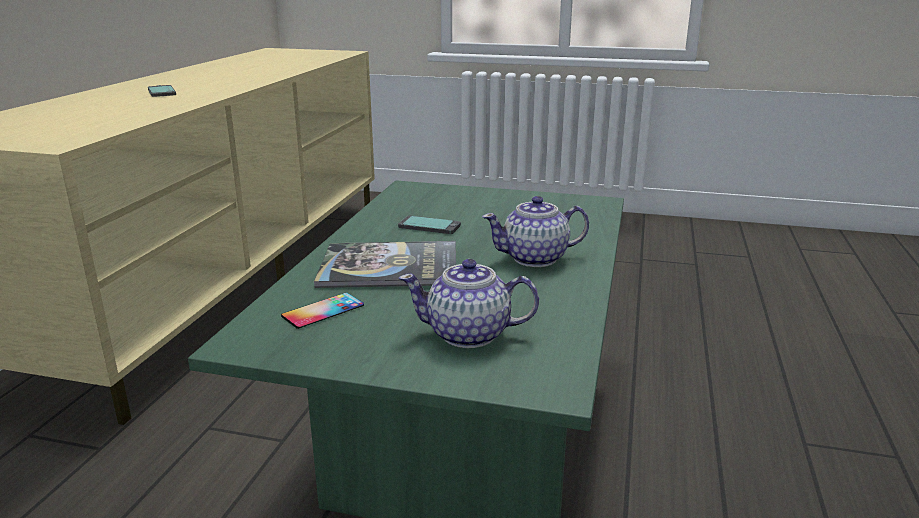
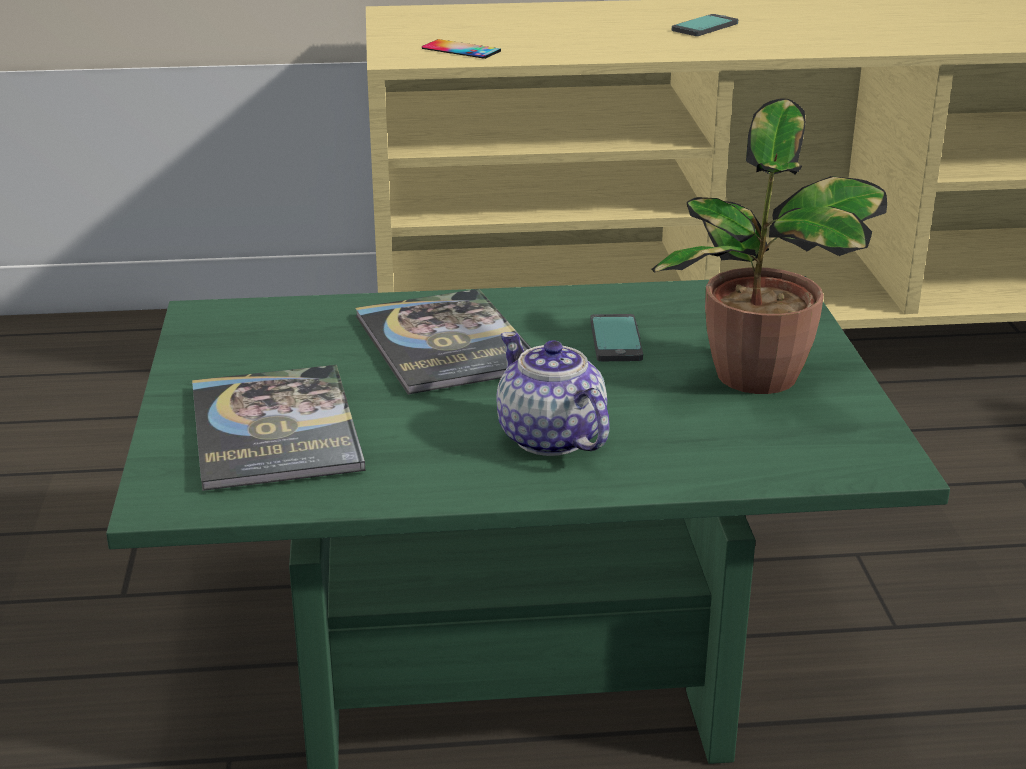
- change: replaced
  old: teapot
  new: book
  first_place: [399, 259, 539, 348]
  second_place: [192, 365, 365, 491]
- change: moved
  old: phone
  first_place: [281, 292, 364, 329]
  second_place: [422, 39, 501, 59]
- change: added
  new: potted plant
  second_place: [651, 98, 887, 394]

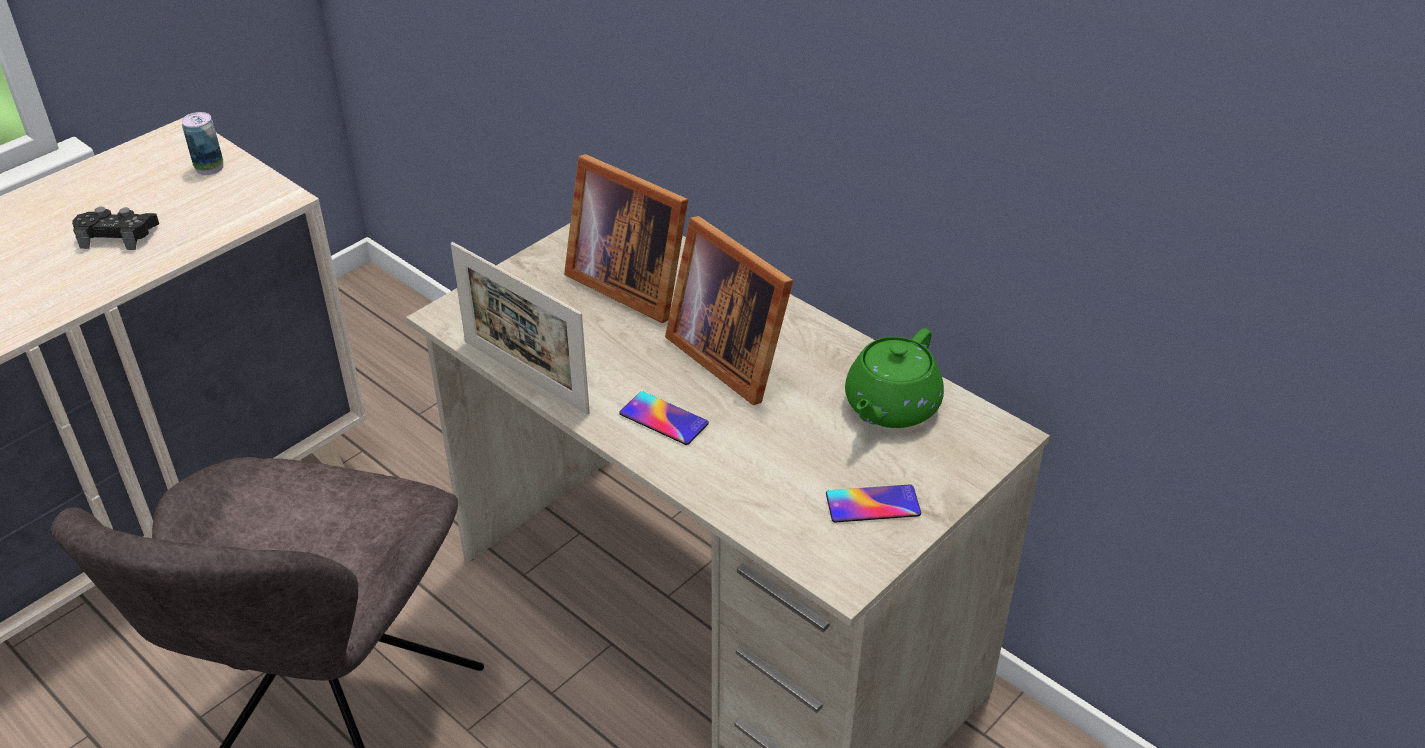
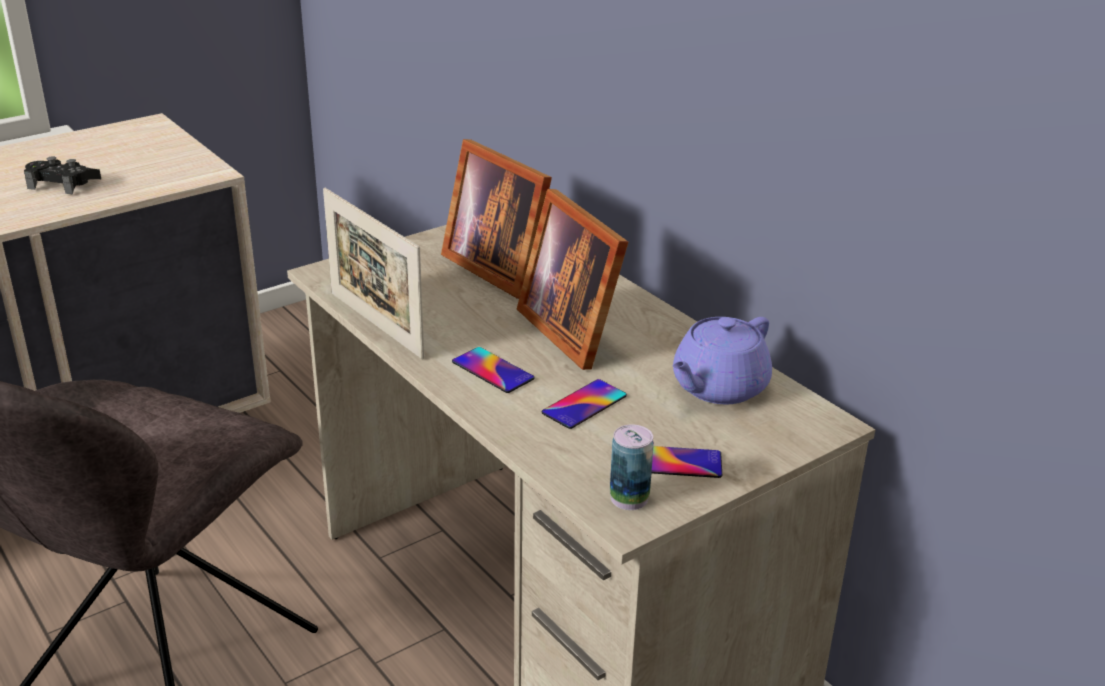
- change: moved
  old: can
  first_place: [182, 112, 224, 175]
  second_place: [610, 424, 654, 510]
- change: recoloured
  old: teapot/green
  new: teapot/purple
  first_place: [845, 328, 944, 428]
  second_place: [673, 317, 772, 404]
- change: added
  new: phone
  second_place: [542, 379, 627, 429]

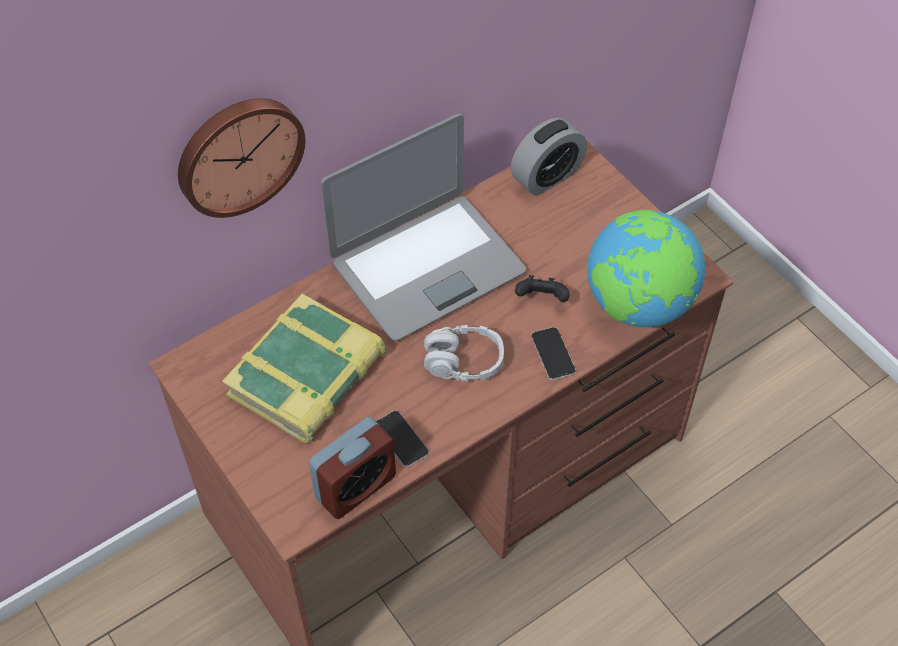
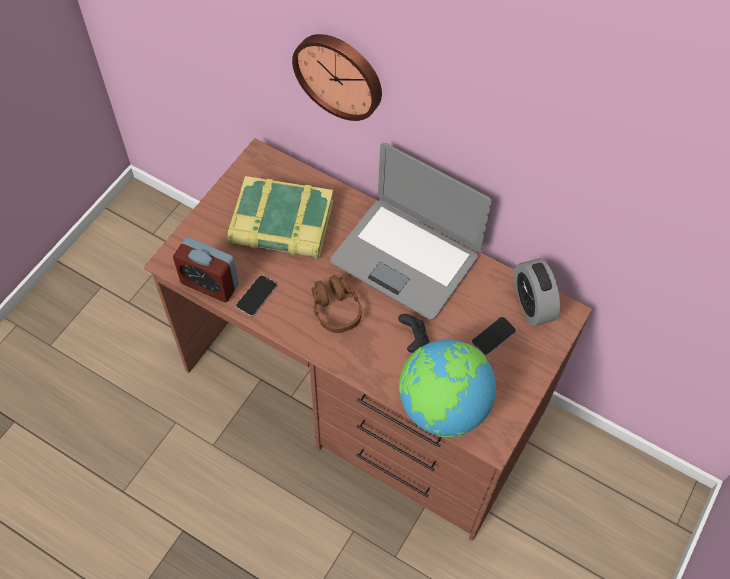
- change: turned
  old: alarm clock
  first_place: [511, 117, 587, 196]
  second_place: [514, 259, 560, 326]
  degrees: 45
- change: recoloured
  old: headphones/grey
  new: headphones/brown
  first_place: [424, 325, 504, 381]
  second_place: [312, 275, 362, 333]
- change: moved
  old: phone
  first_place: [531, 327, 576, 380]
  second_place: [471, 317, 516, 356]

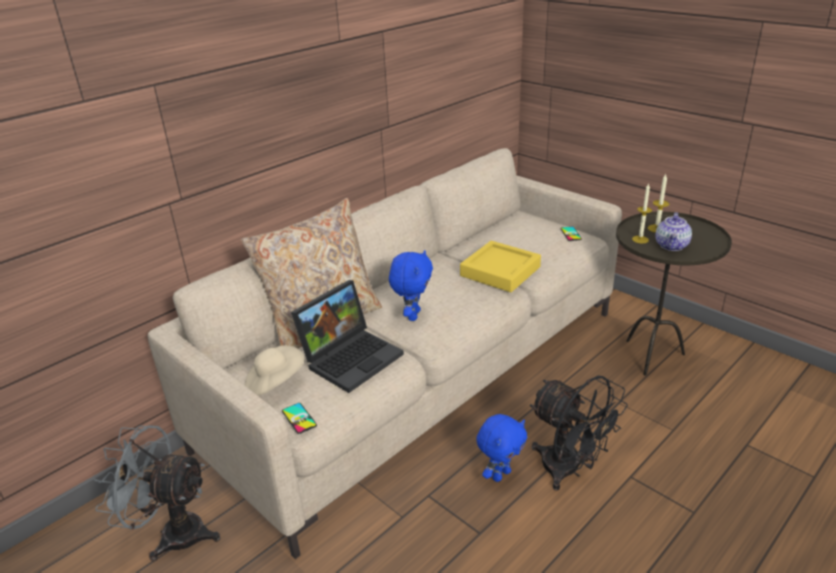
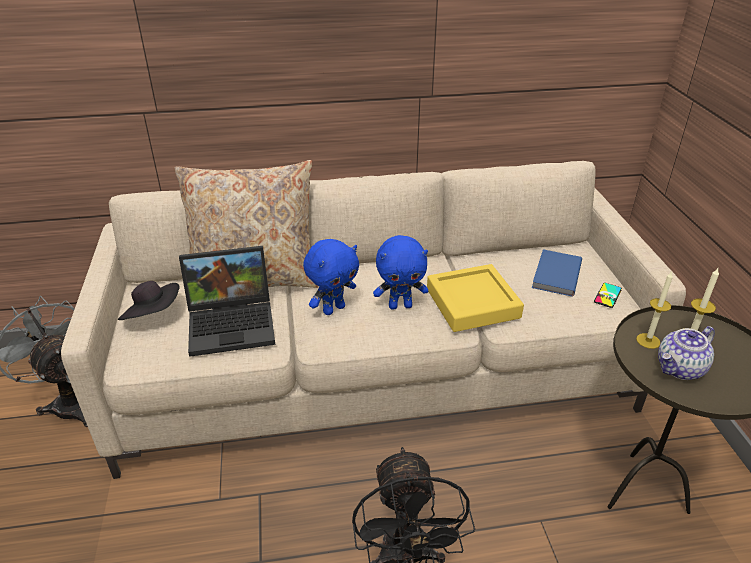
- change: recoloured
  old: hat/beige
  new: hat/black
  first_place: [245, 345, 304, 396]
  second_place: [118, 281, 180, 320]
- change: removed
  old: phone
  first_place: [282, 403, 317, 434]
- change: moved
  old: plush toy/blue
  first_place: [476, 414, 527, 482]
  second_place: [373, 235, 428, 310]
- change: added
  new: book/blue
  second_place: [532, 249, 582, 296]

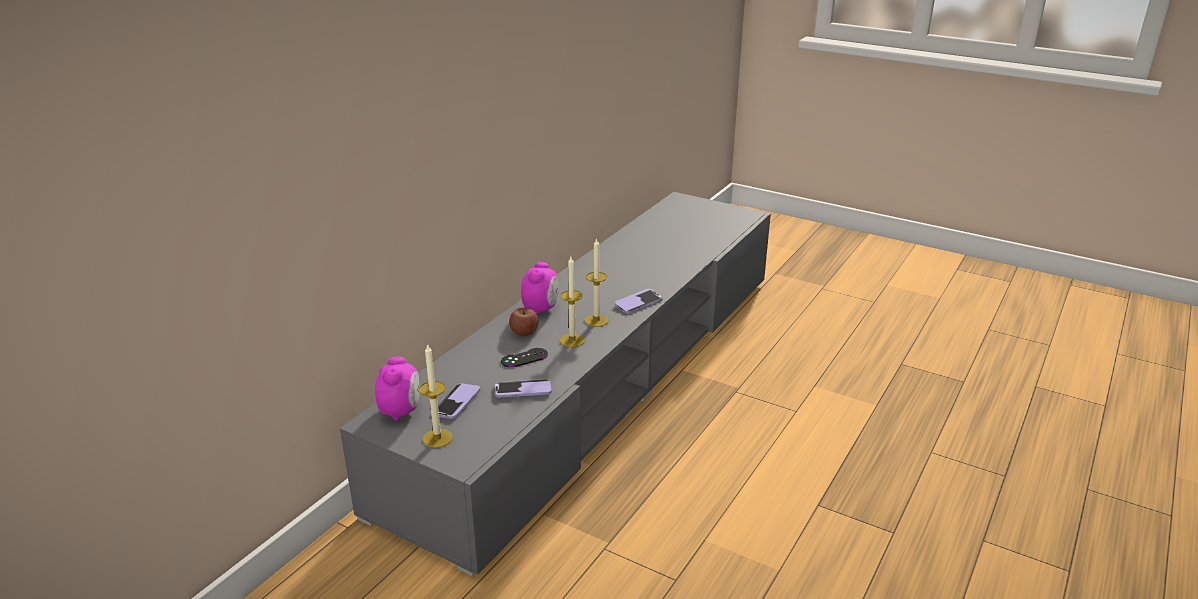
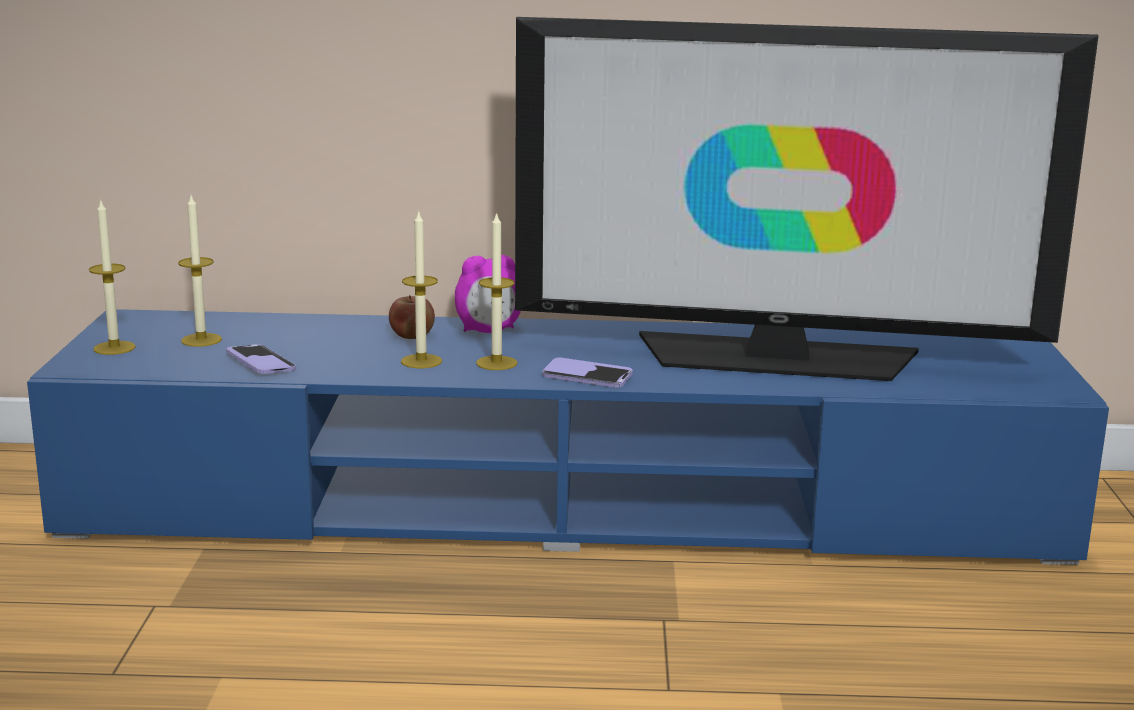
- change: recoloured
  old: tv stand/grey
  new: tv stand/blue
  first_place: [340, 192, 771, 576]
  second_place: [27, 309, 1109, 565]
- change: removed
  old: game controller/black
  first_place: [501, 348, 548, 368]
- change: removed
  old: alarm clock
  first_place: [375, 356, 420, 422]
- change: replaced
  old: phone
  new: candle
  first_place: [438, 383, 481, 419]
  second_place: [178, 195, 222, 347]
- change: added
  new: television
  second_place: [515, 17, 1099, 381]

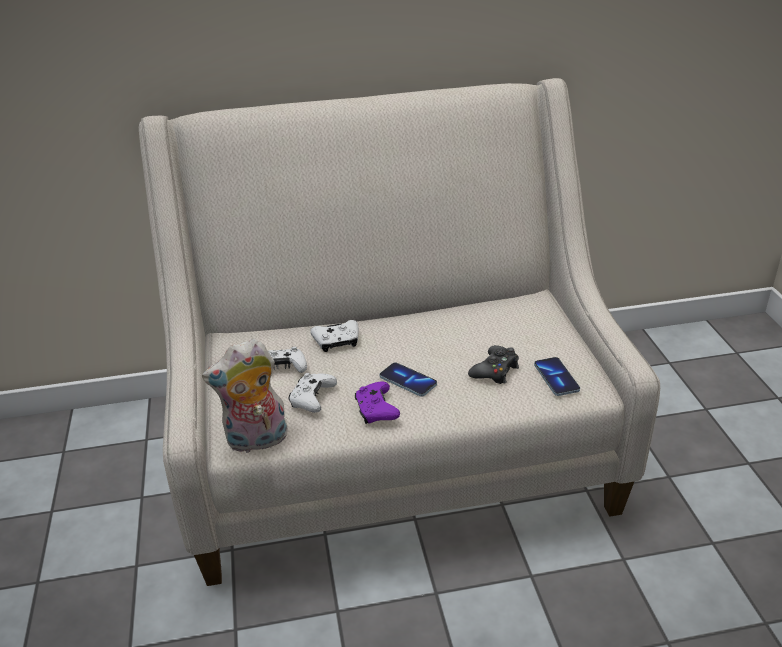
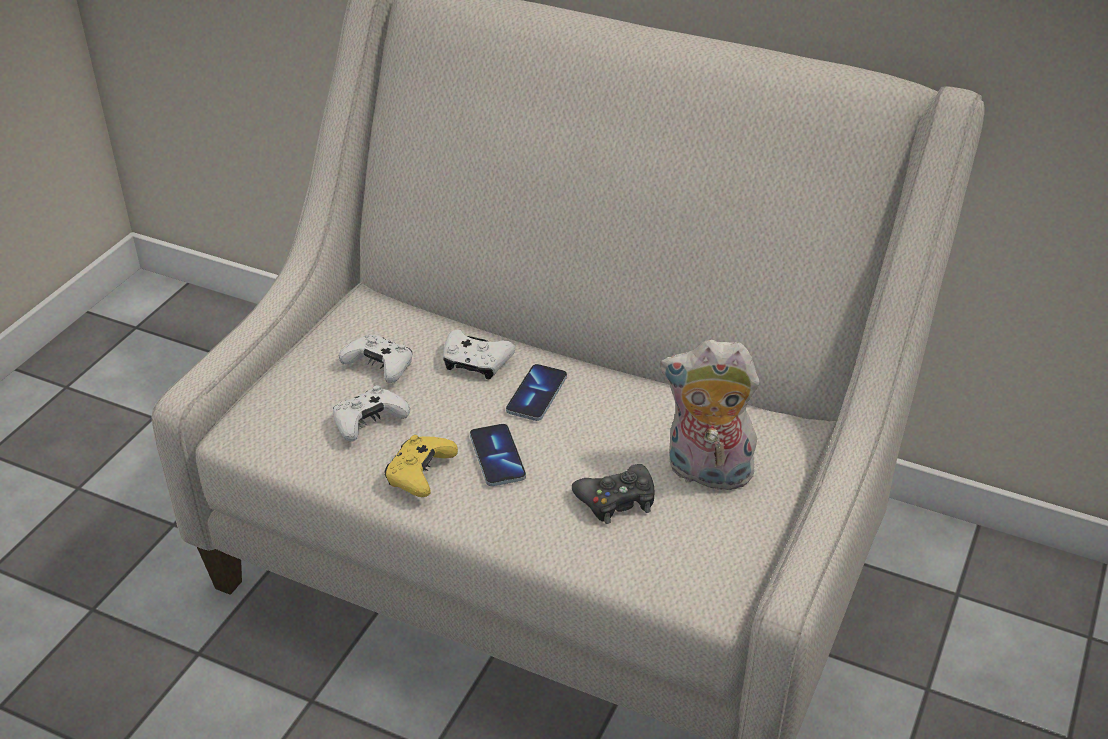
- change: moved
  old: plush toy
  first_place: [202, 338, 288, 453]
  second_place: [660, 340, 759, 495]
- change: moved
  old: phone
  first_place: [534, 357, 580, 396]
  second_place: [506, 364, 567, 421]
- change: recoloured
  old: game controller/purple
  new: game controller/yellow
  first_place: [355, 381, 400, 424]
  second_place: [384, 435, 458, 497]

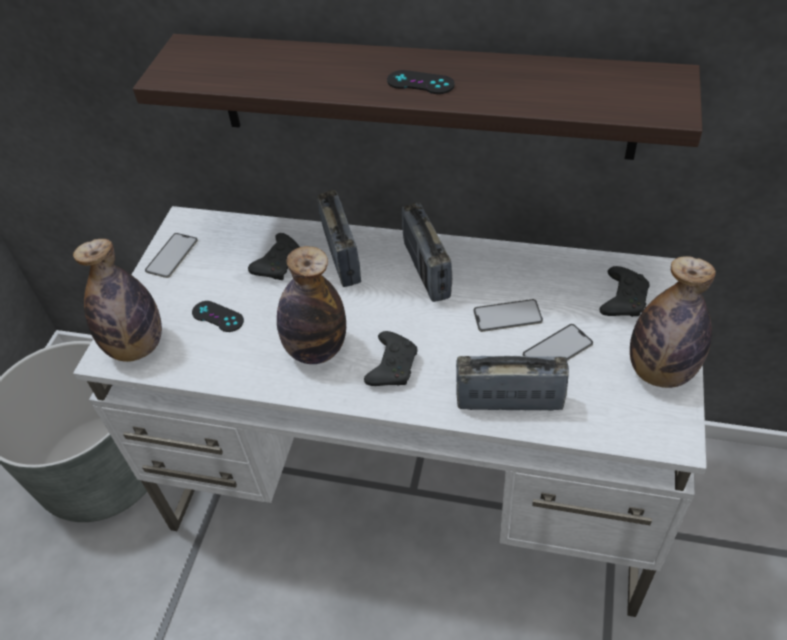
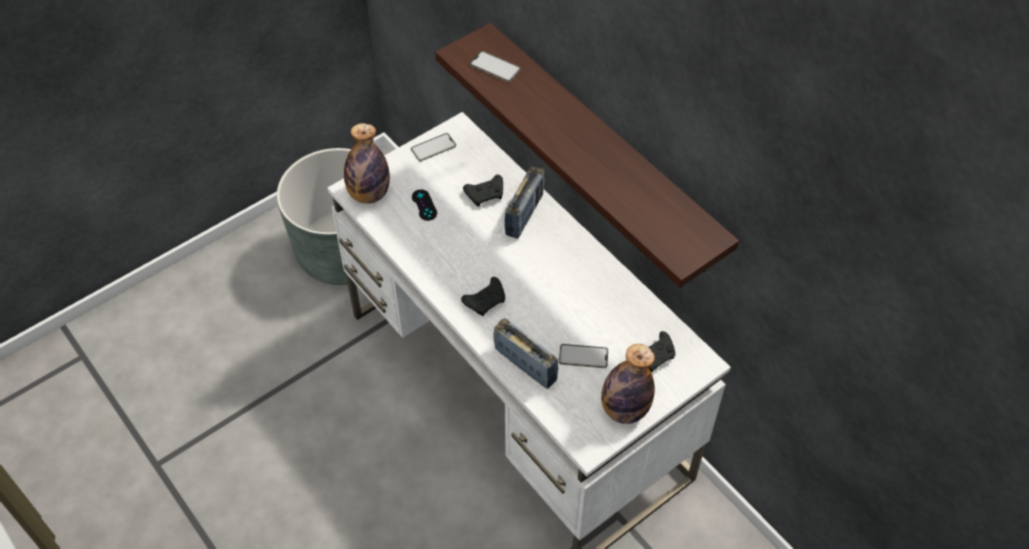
- change: removed
  old: game controller/black
  first_place: [387, 70, 455, 94]
- change: removed
  old: radio
  first_place: [402, 203, 452, 302]
- change: removed
  old: bottle
  first_place: [277, 246, 346, 364]
- change: moved
  old: phone
  first_place: [474, 299, 543, 332]
  second_place: [470, 51, 521, 82]

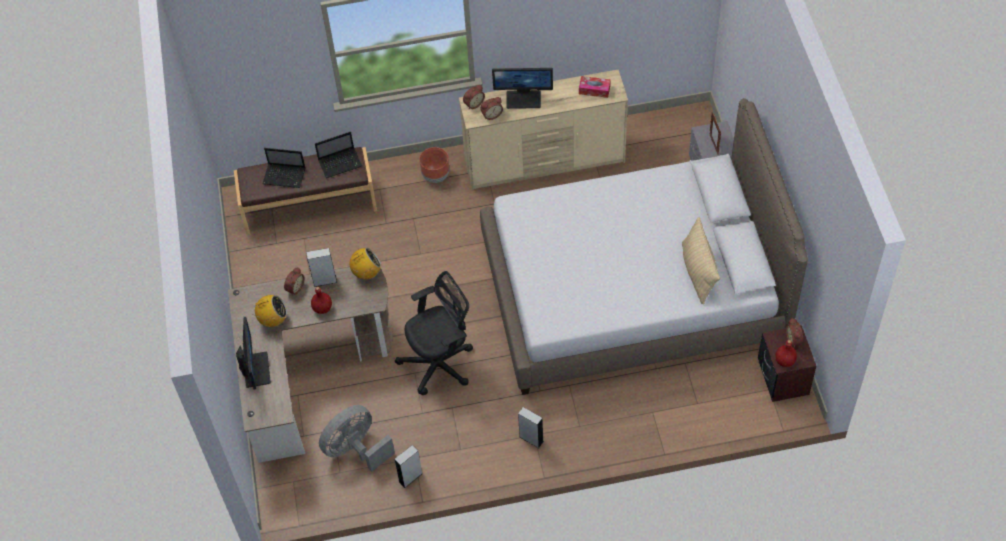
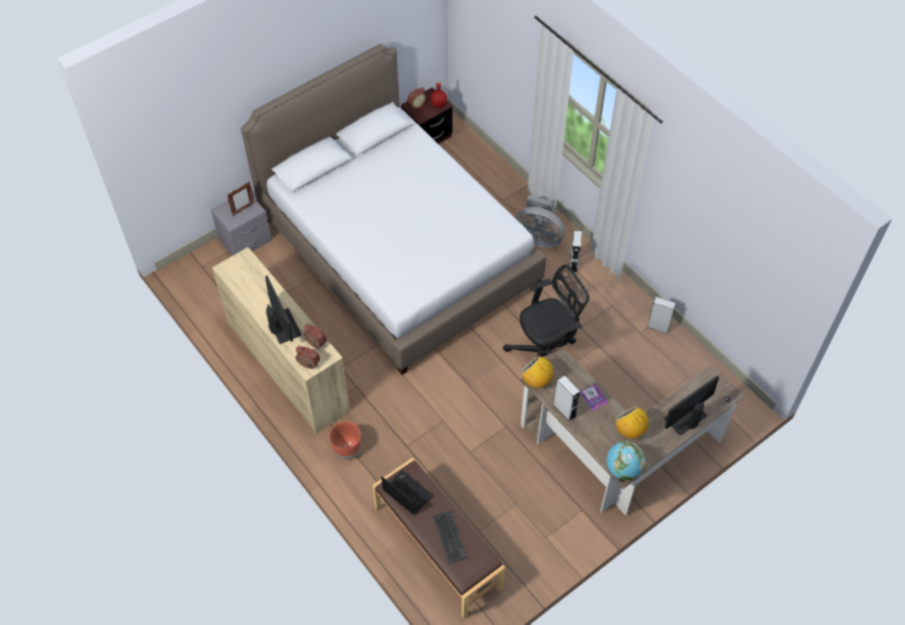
- change: removed
  old: tissue box
  first_place: [579, 76, 611, 98]
- change: replaced
  old: laptop
  new: keyboard
  first_place: [262, 148, 305, 188]
  second_place: [432, 510, 467, 564]
- change: removed
  old: pillow/beige
  first_place: [682, 217, 720, 304]
- change: removed
  old: alarm clock
  first_place: [284, 267, 304, 296]
- change: turned
  old: office chair/black
  first_place: [395, 271, 473, 395]
  second_place: [503, 264, 589, 357]
  degrees: 120
- change: replaced
  old: bottle/red
  new: book
  first_place: [311, 287, 332, 314]
  second_place: [580, 384, 608, 411]
- change: moved
  old: fan/grey
  first_place: [319, 405, 395, 472]
  second_place: [515, 195, 565, 248]
- change: added
  new: globe
  second_place: [606, 441, 645, 480]

